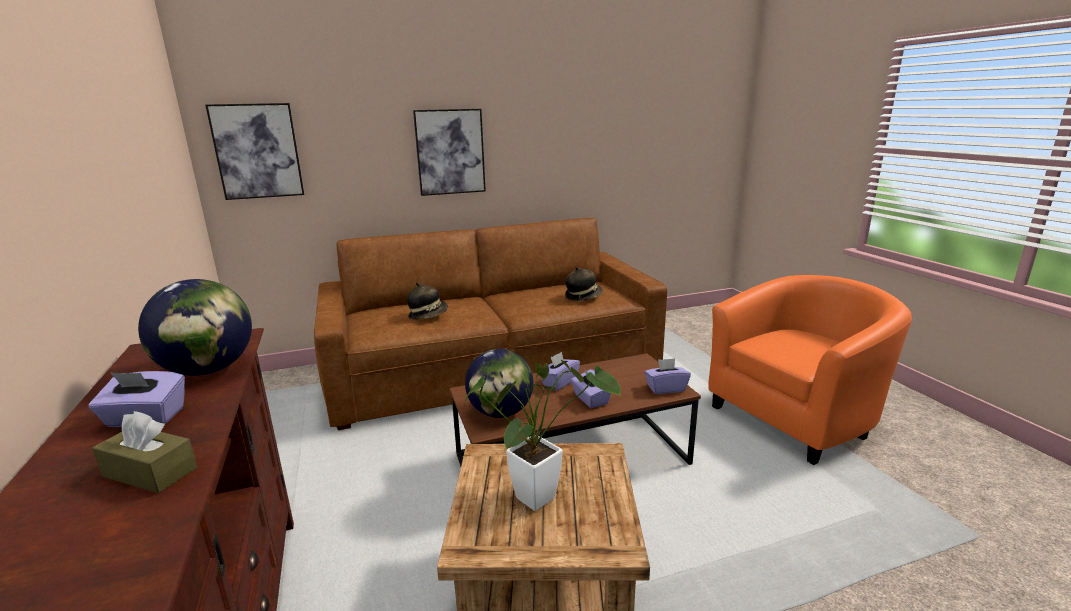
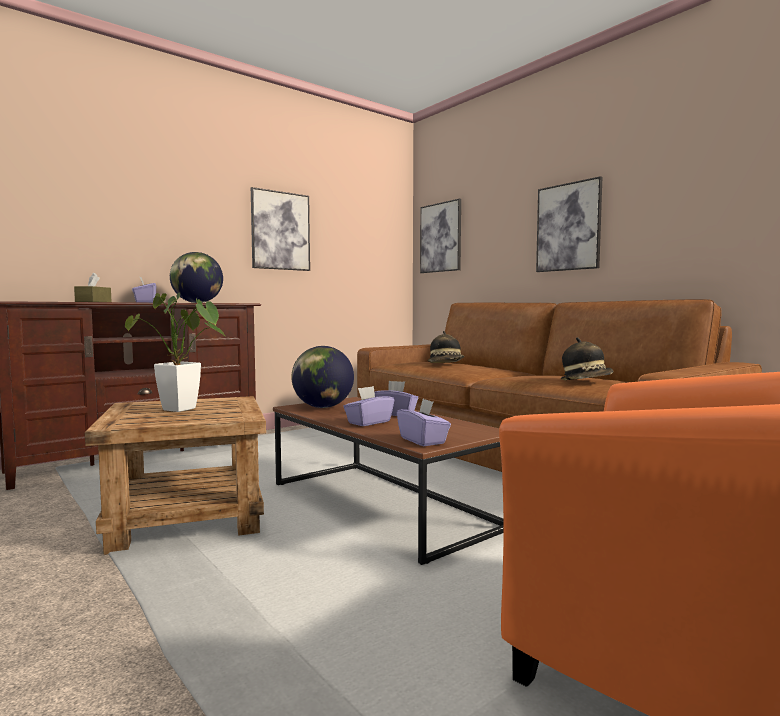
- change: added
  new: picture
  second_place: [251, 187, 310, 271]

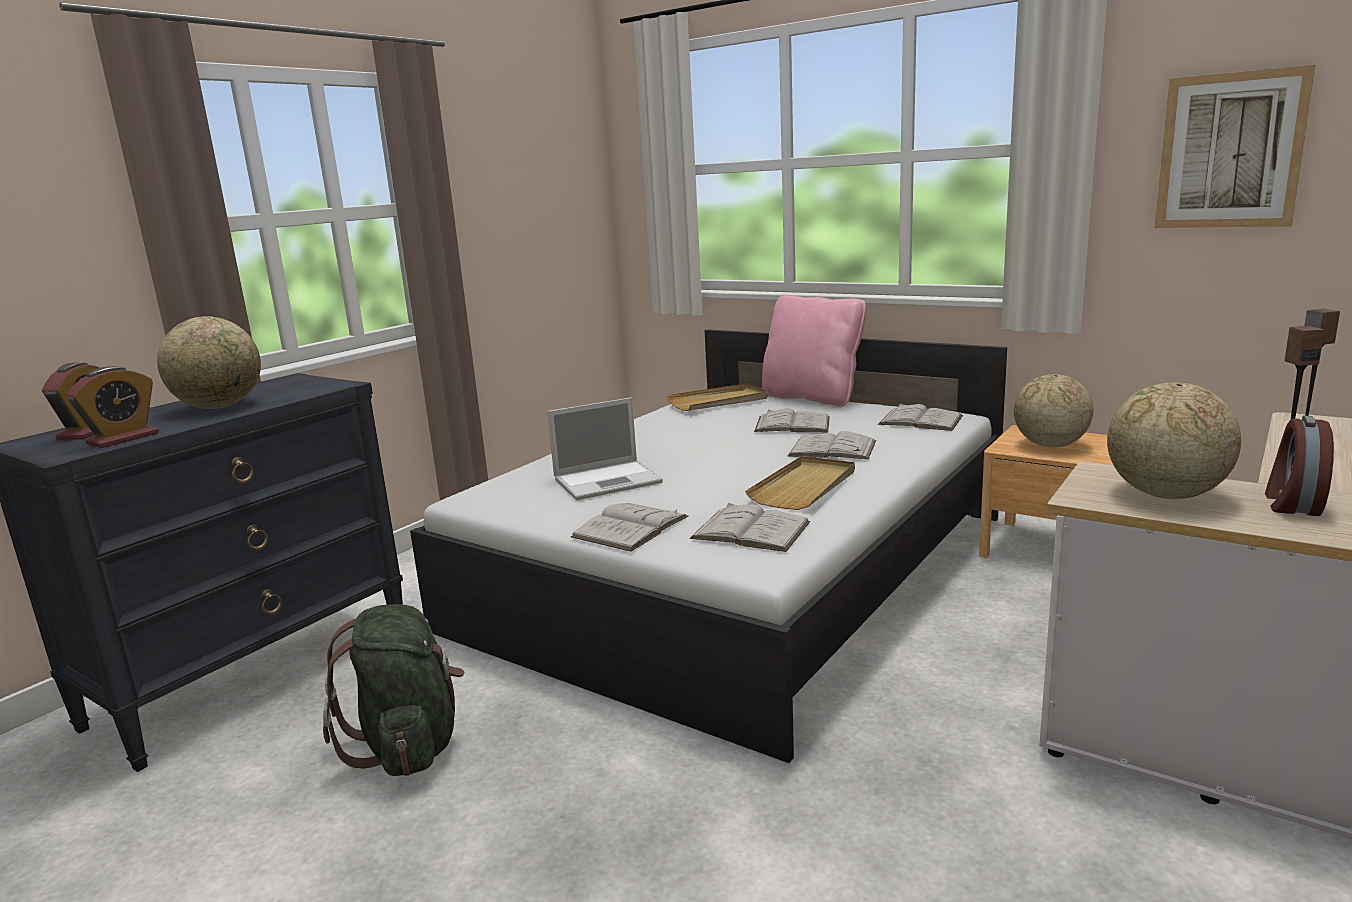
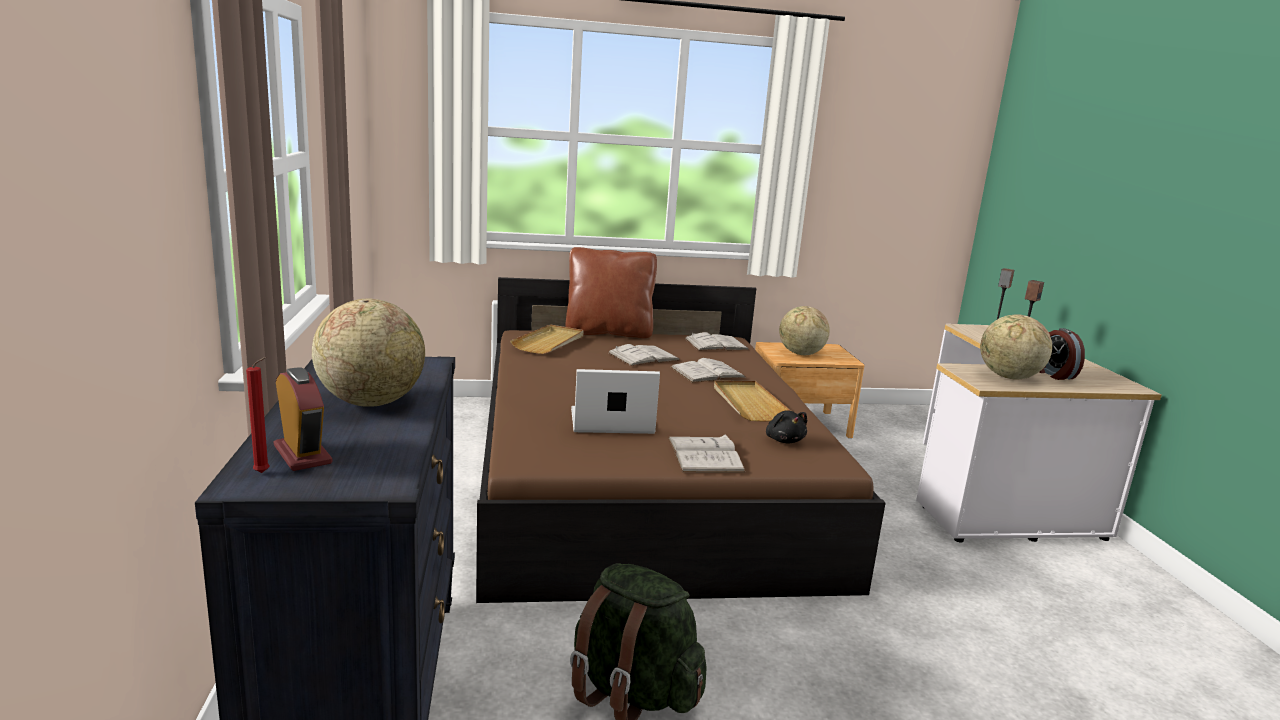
- change: removed
  old: picture
  first_place: [1155, 65, 1315, 228]
- change: recoloured
  old: pillow/pink
  new: pillow/brown
  first_place: [762, 294, 866, 406]
  second_place: [565, 247, 657, 338]
- change: recoloured
  old: bed/white
  new: bed/brown
  first_place: [410, 329, 1007, 763]
  second_place: [476, 277, 885, 603]
- change: removed
  old: alarm clock
  first_place: [66, 366, 159, 448]
- change: turned
  old: laptop
  first_place: [547, 397, 663, 500]
  second_place: [571, 369, 660, 434]
  degrees: -120
- change: replaced
  old: book/white
  new: plush toy/black
  first_place: [690, 503, 810, 552]
  second_place: [766, 410, 807, 444]
- change: added
  new: candle/red
  second_place: [246, 357, 269, 473]

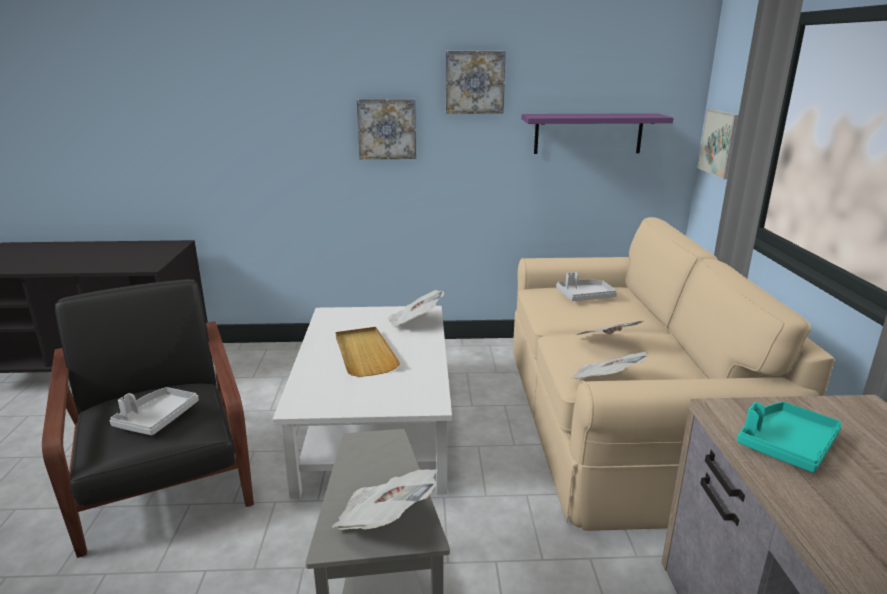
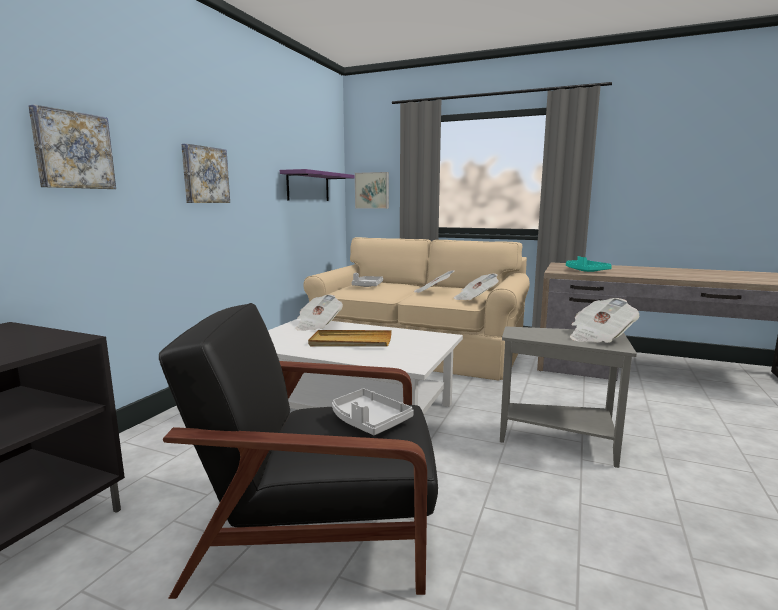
- change: moved
  old: picture
  first_place: [446, 51, 506, 114]
  second_place: [28, 104, 116, 189]

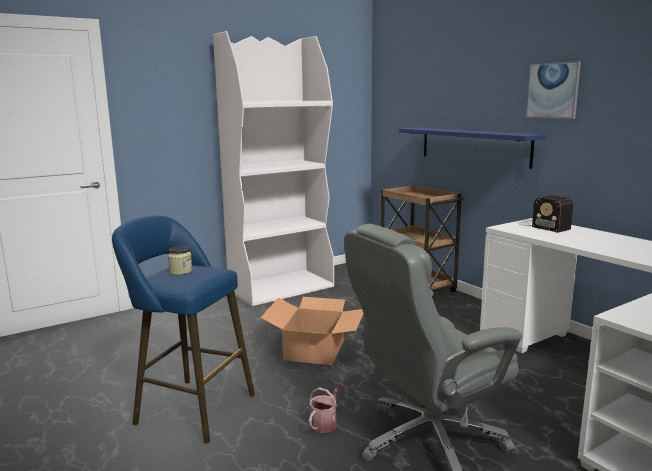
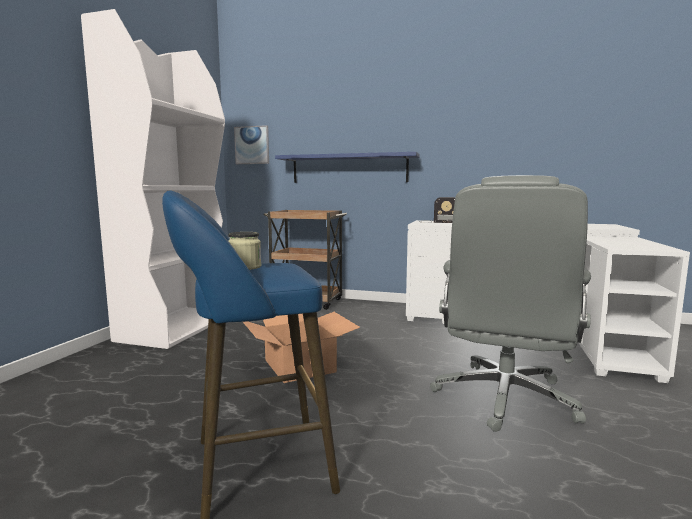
- change: moved
  old: picture
  first_place: [526, 61, 581, 119]
  second_place: [234, 125, 269, 164]
- change: removed
  old: watering can
  first_place: [309, 382, 344, 433]

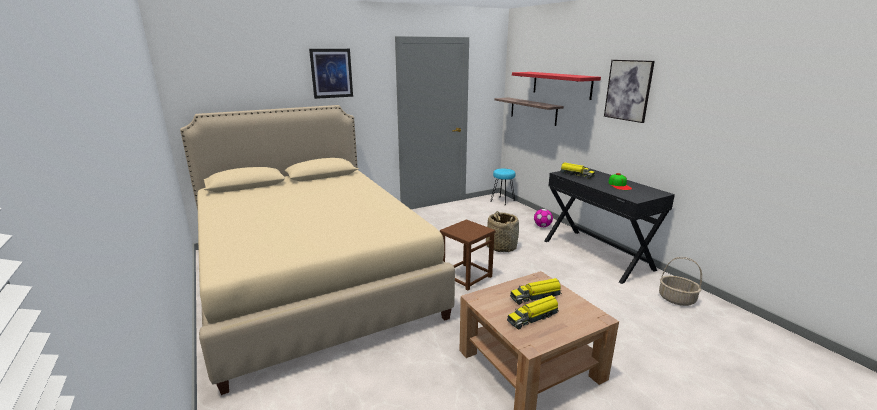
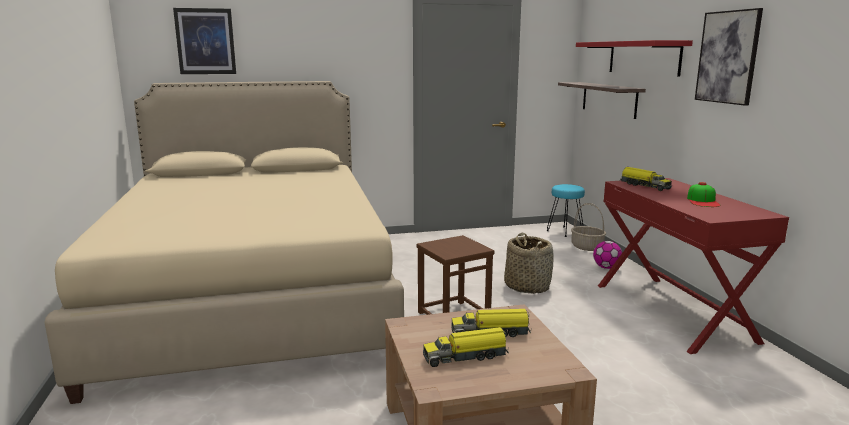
- change: moved
  old: picture
  first_place: [309, 49, 353, 99]
  second_place: [173, 8, 236, 74]
- change: recoloured
  old: desk/black
  new: desk/red
  first_place: [544, 167, 675, 284]
  second_place: [598, 178, 789, 354]
- change: moved
  old: basket
  first_place: [659, 257, 702, 306]
  second_place: [571, 203, 606, 251]

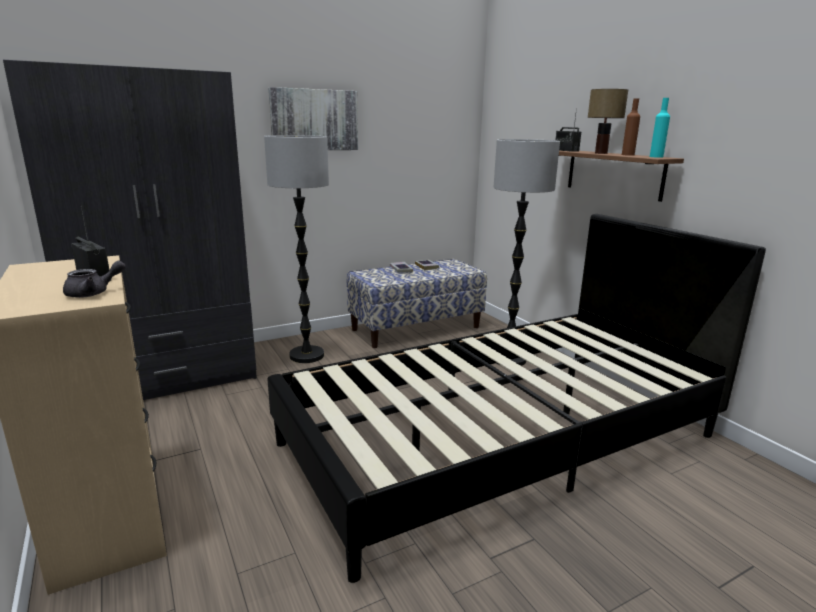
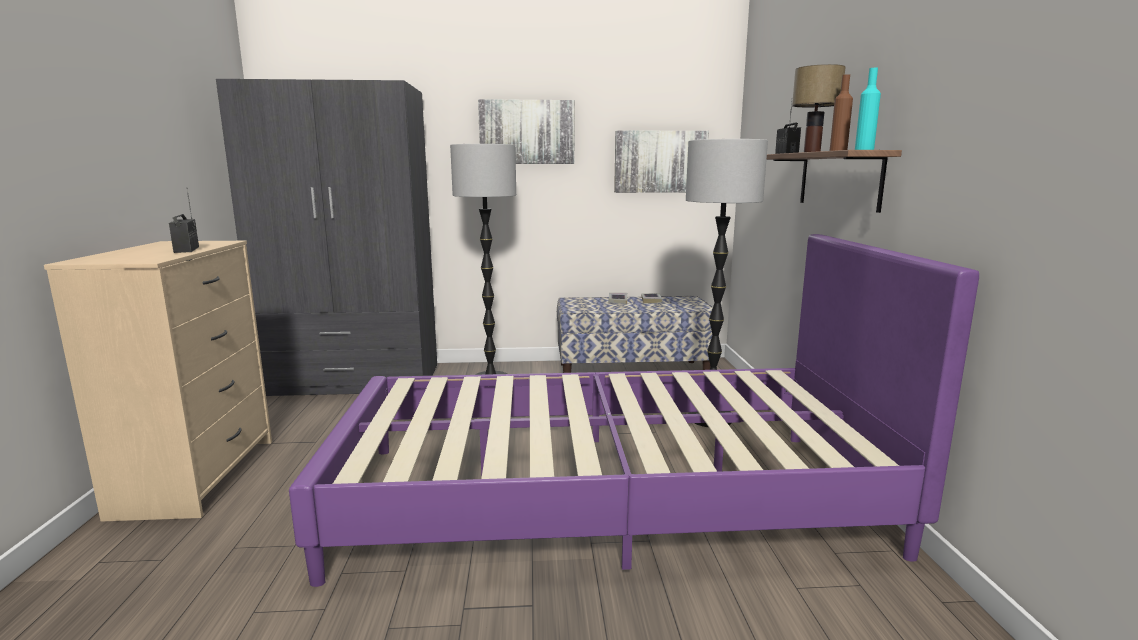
- change: recoloured
  old: bed/black
  new: bed/purple
  first_place: [267, 214, 766, 583]
  second_place: [289, 234, 979, 587]
- change: removed
  old: teapot/grey
  first_place: [63, 261, 126, 298]
- change: added
  new: picture
  second_place: [614, 130, 709, 193]

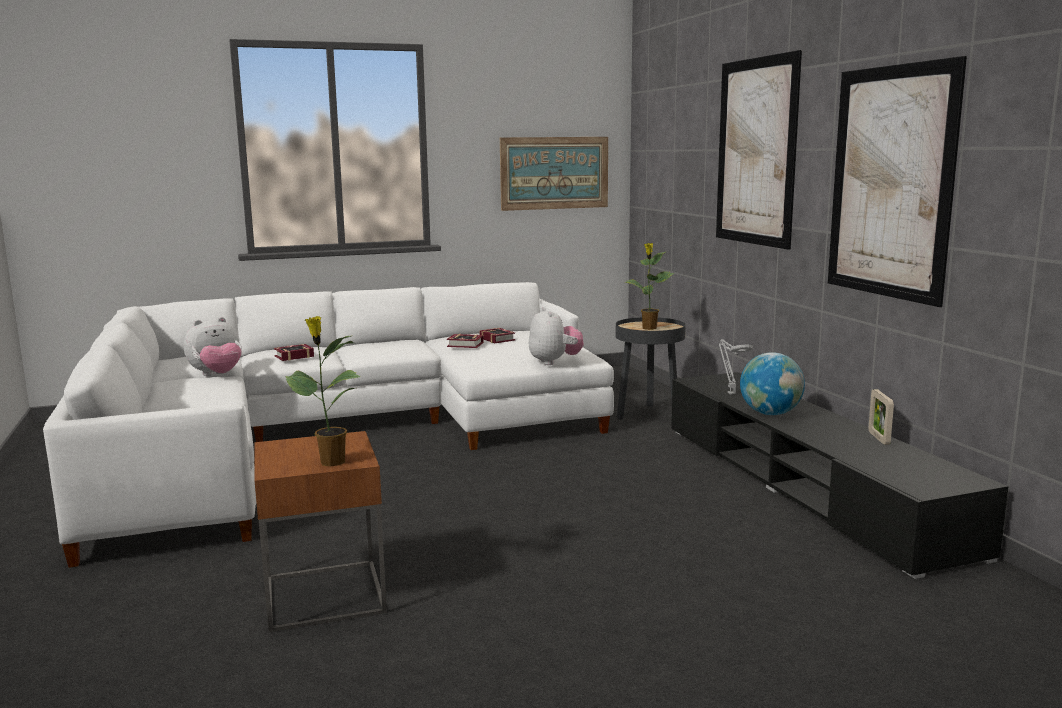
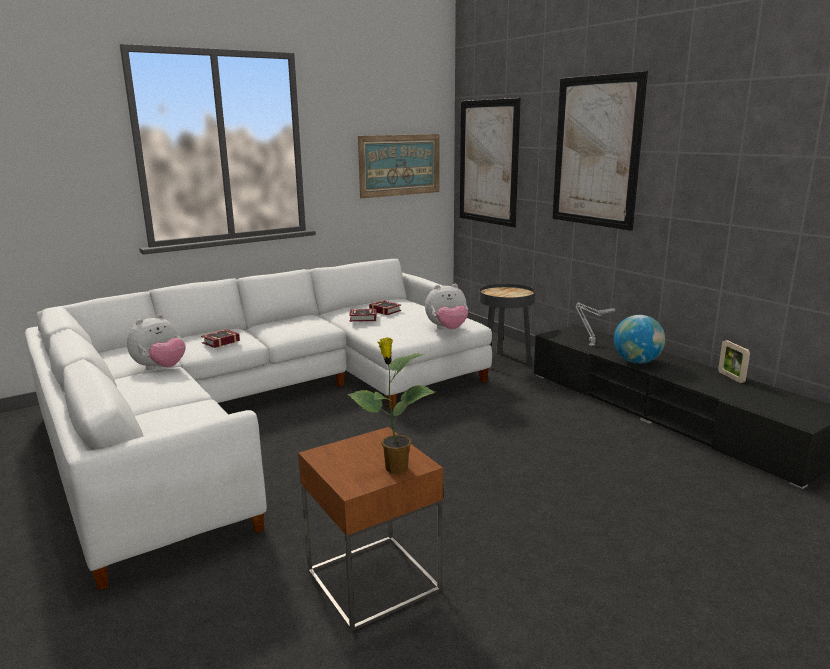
- change: moved
  old: picture
  first_place: [828, 56, 967, 307]
  second_place: [460, 98, 521, 227]
- change: removed
  old: potted plant
  first_place: [624, 243, 675, 330]
- change: turned
  old: plush toy
  first_place: [529, 307, 584, 365]
  second_place: [425, 284, 468, 329]
  degrees: 105

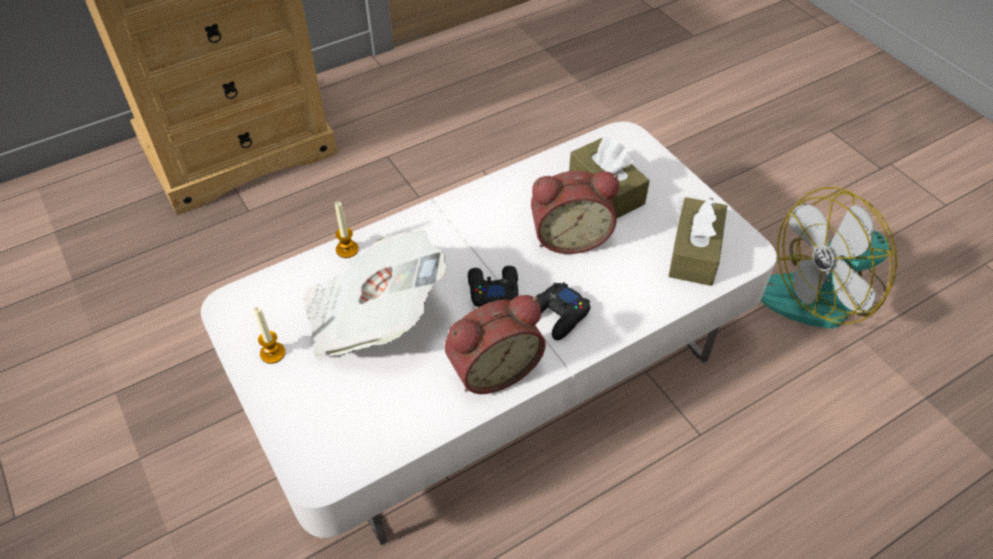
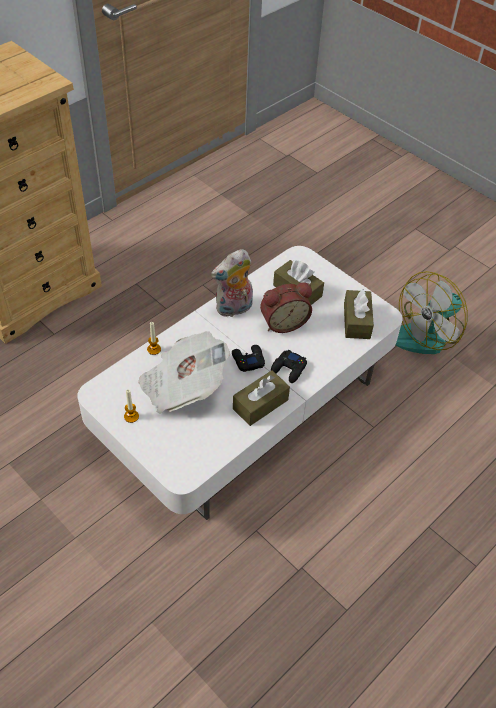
- change: replaced
  old: alarm clock
  new: tissue box/brown
  first_place: [445, 295, 546, 394]
  second_place: [233, 370, 290, 426]
- change: added
  new: plush toy
  second_place: [211, 249, 253, 318]

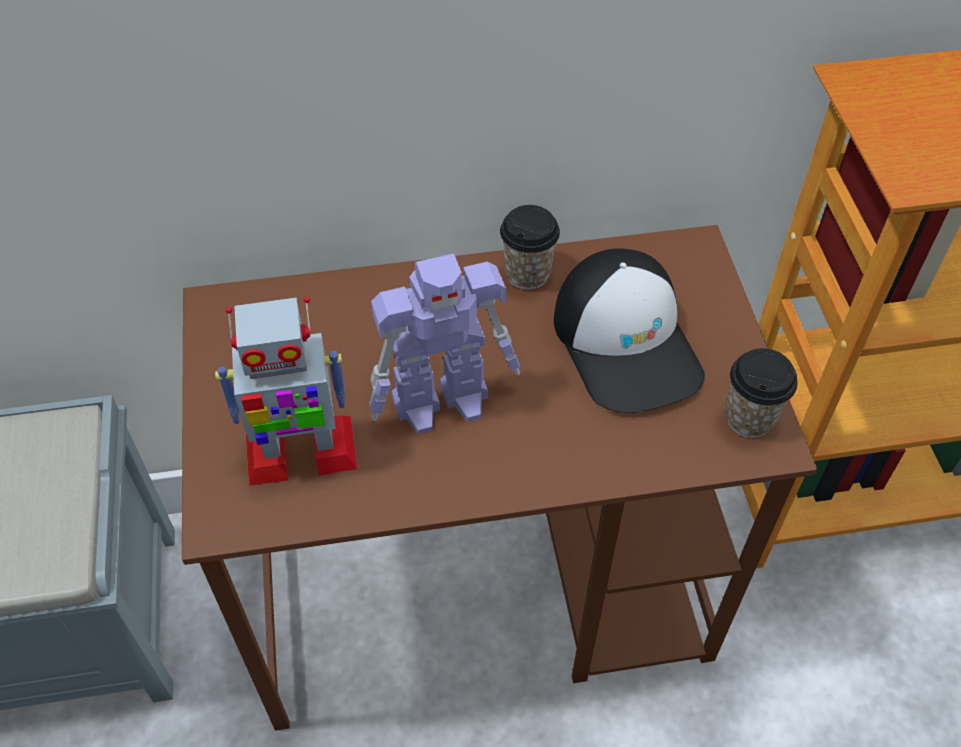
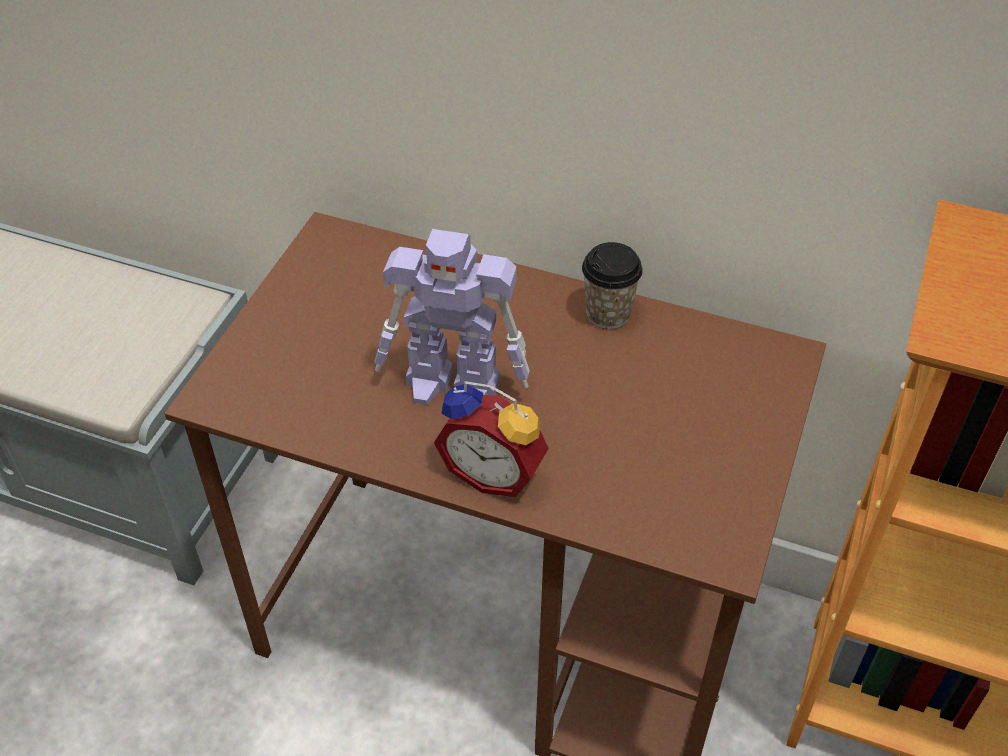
- change: removed
  old: cap
  first_place: [554, 248, 705, 413]
- change: removed
  old: toy robot
  first_place: [215, 296, 358, 486]
- change: removed
  old: cup
  first_place: [725, 348, 797, 438]
- change: added
  new: alarm clock
  second_place: [434, 381, 549, 497]

